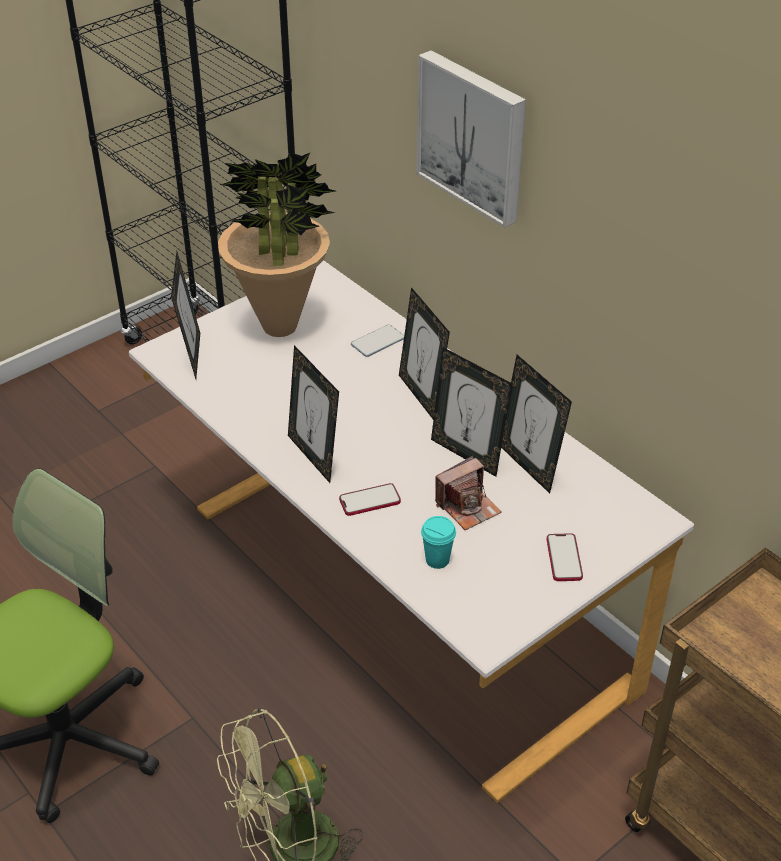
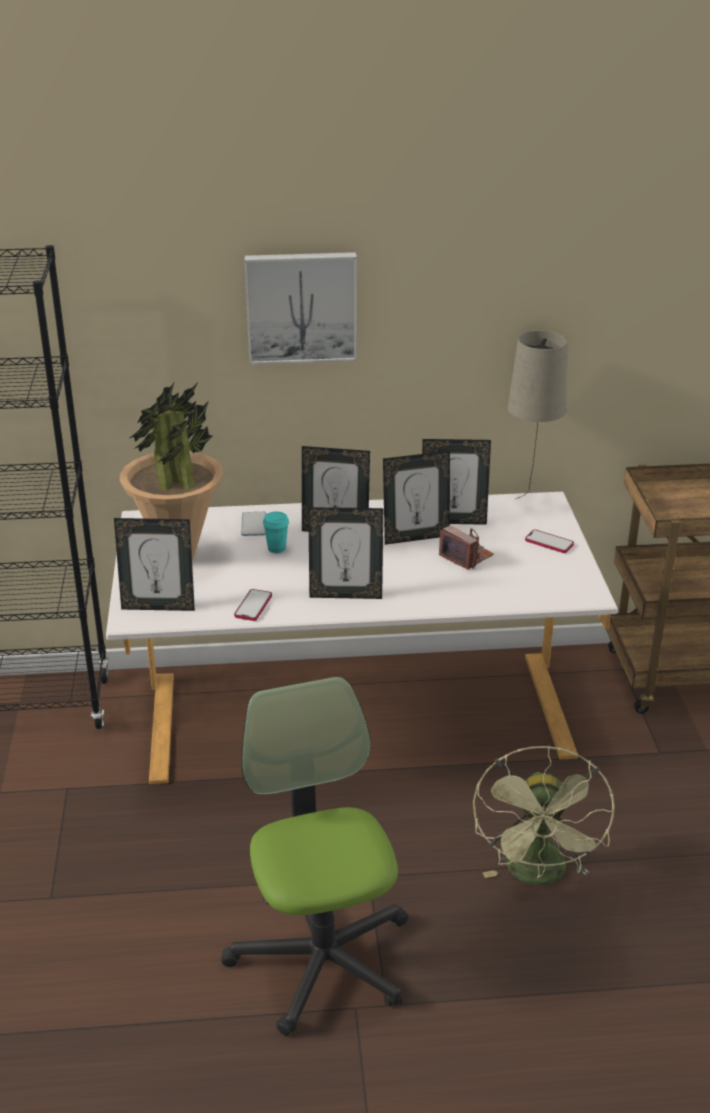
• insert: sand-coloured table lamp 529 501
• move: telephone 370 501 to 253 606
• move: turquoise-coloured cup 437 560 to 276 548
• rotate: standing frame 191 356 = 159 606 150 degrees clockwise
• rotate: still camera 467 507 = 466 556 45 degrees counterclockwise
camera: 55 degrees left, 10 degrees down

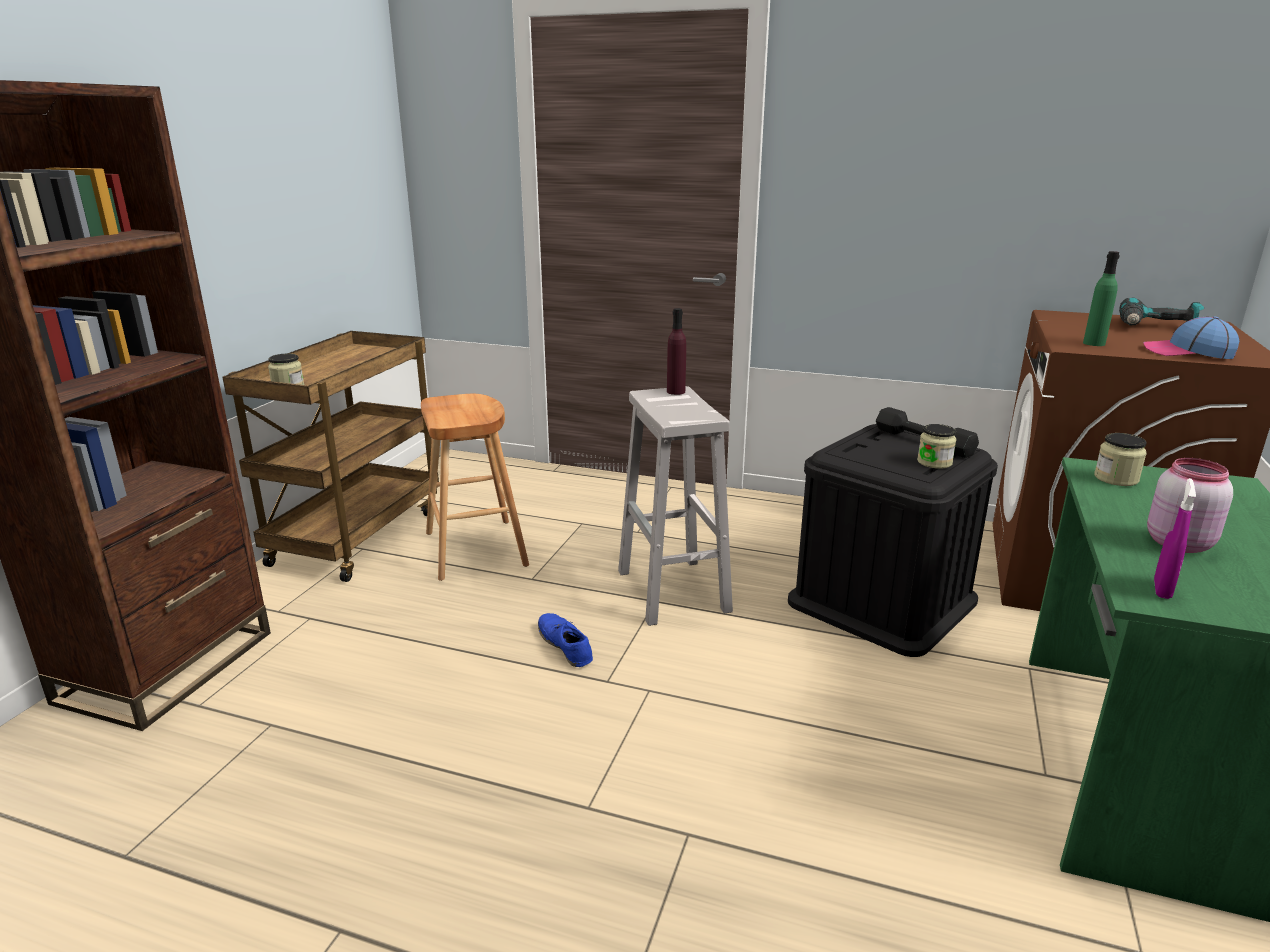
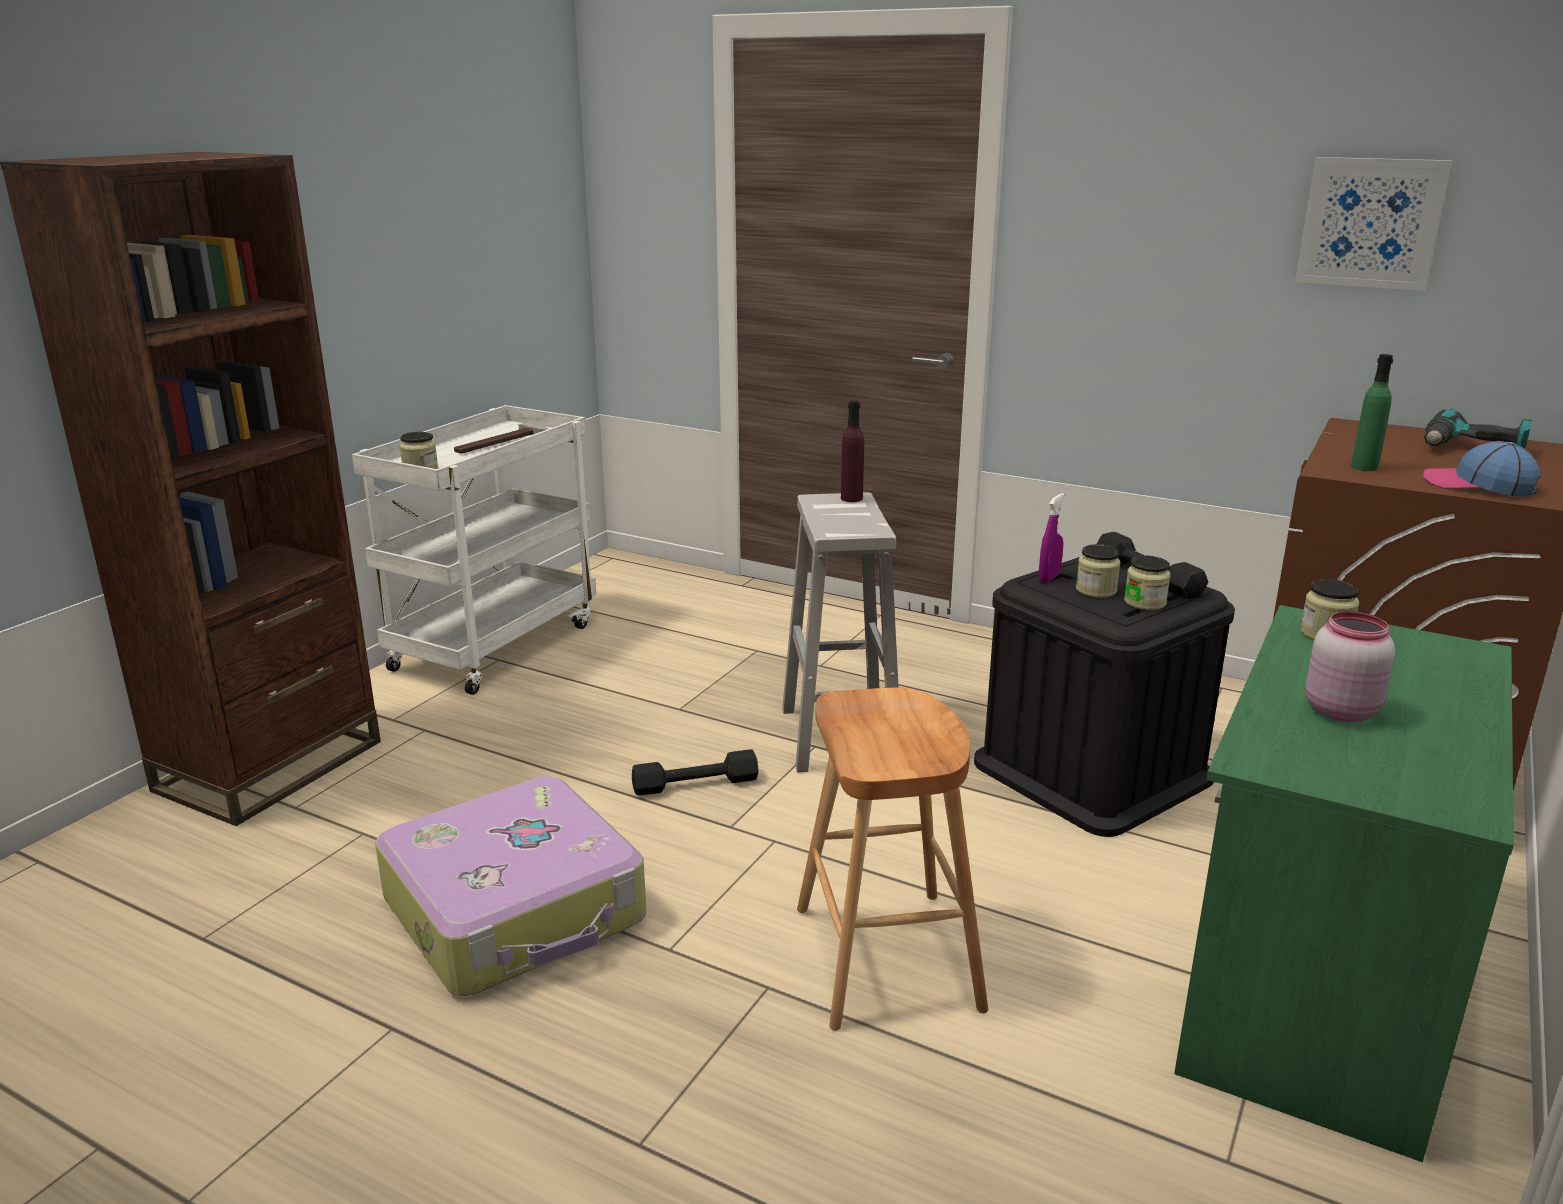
• insert: suitcase 517 910
• insert: tool hammer 502 444
• insert: preserve jar 1096 590
• insert: wall art 1370 223
• move: brown-coloured stool seat 475 549 to 886 957
• move: purple-coloured hand sprayer 1162 589 to 1049 578
• replace: blue-coloured item of footwear 565 645 to blackish dumbbell 695 784
• recolor: brown-coloured cart 356 536 to white-coloured cart 495 645
camera: 10 degrees right, 0 degrees up

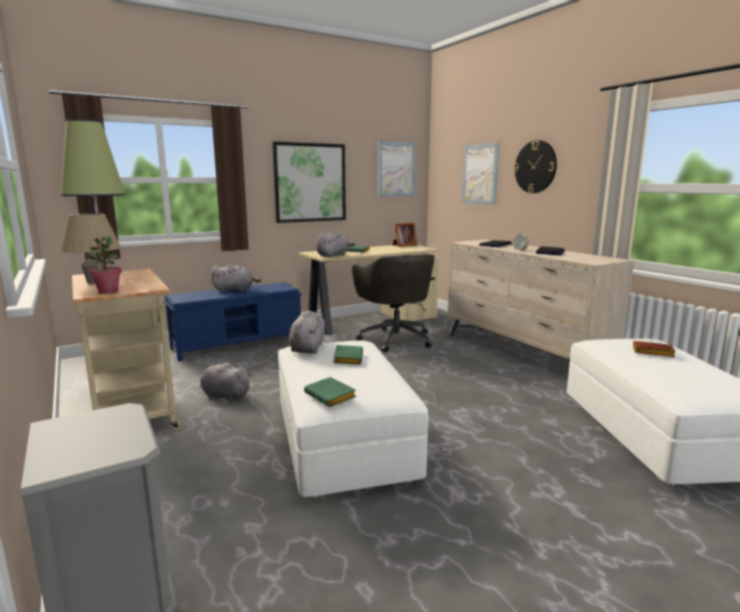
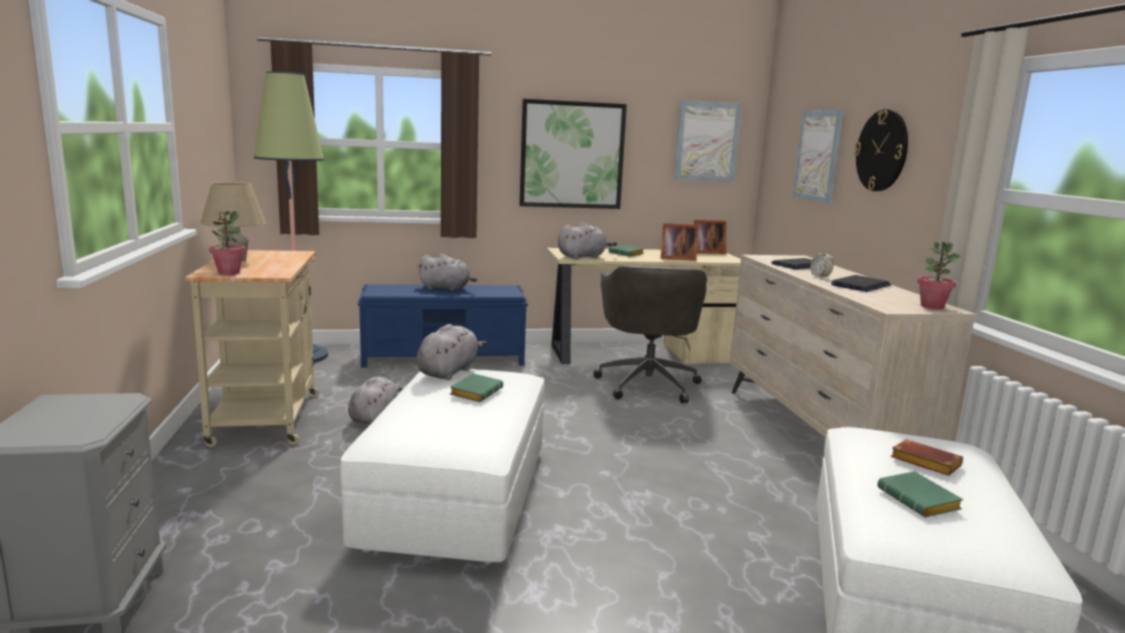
• insert: standing frame 676 258
• insert: potted plant 932 306
• move: greenish volume 332 396 to 921 501
• rotate: gray soft toy 224 396 = 374 417 60 degrees clockwise
camera: 20 degrees right, 0 degrees up

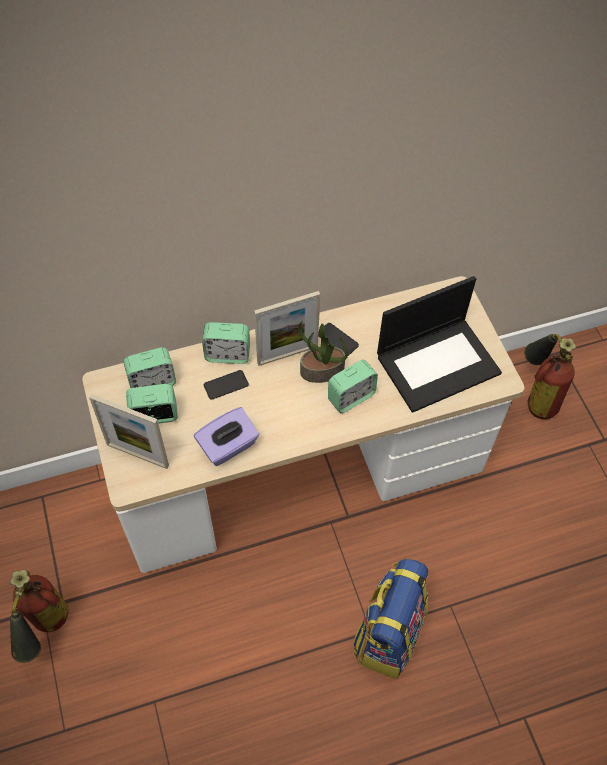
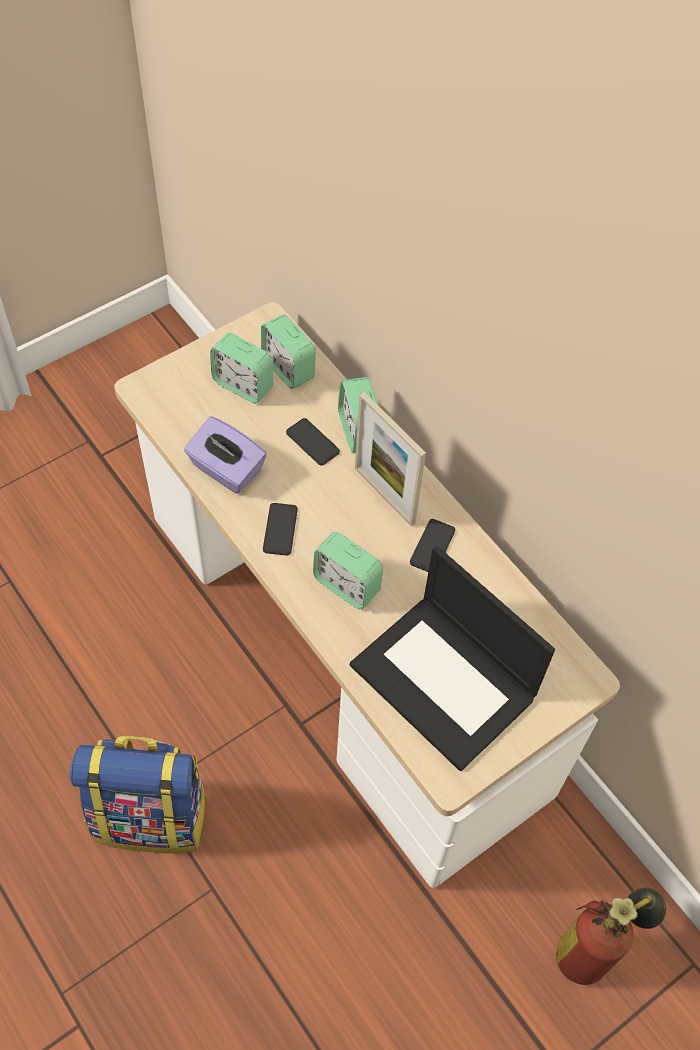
• delete: extinguisher 47 631
• delete: standing frame 137 455
• delete: potted plant 321 371
• insert: telephone 280 529
• rotate: alarm clock 155 416 = 243 385 150 degrees clockwise
camera: 70 degrees right, 0 degrees up

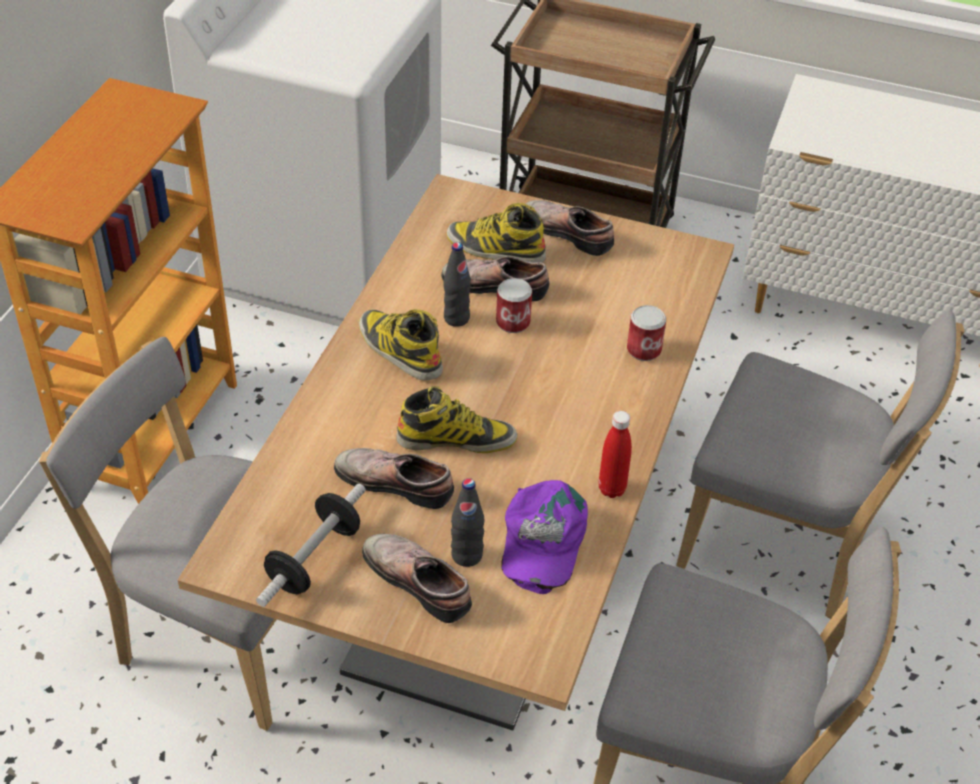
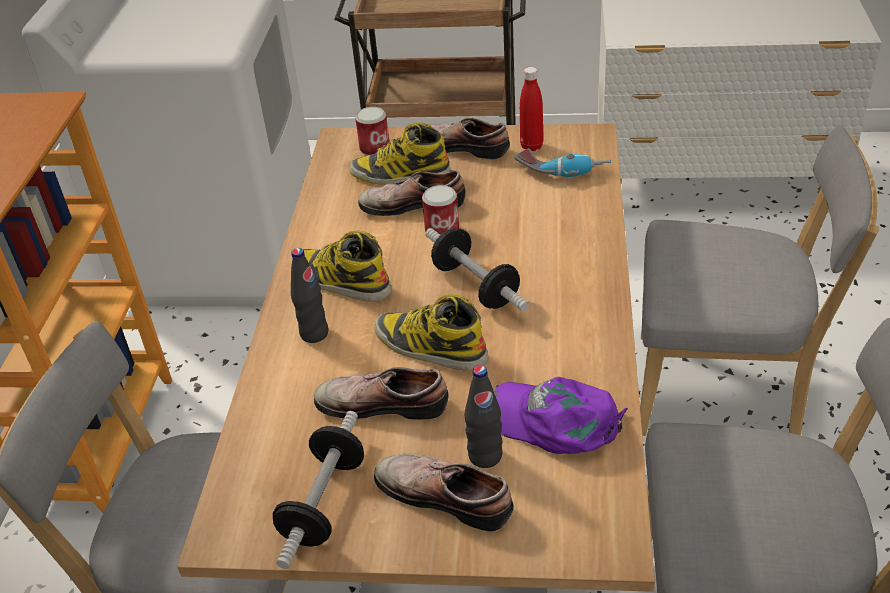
• insert: dumbbell 475 286
• insert: electric drill 562 170
• move: blackish beverage bottle 456 318 to 314 333
• move: red beverage bottle 611 489 to 531 146
• move: metal can 644 350 to 375 149
• rotate: boot 456 439 = 429 347 135 degrees counterclockwise
• rotate: purple-coloured cap 541 540 = 556 421 120 degrees clockwise
camera: 10 degrees left, 5 degrees down

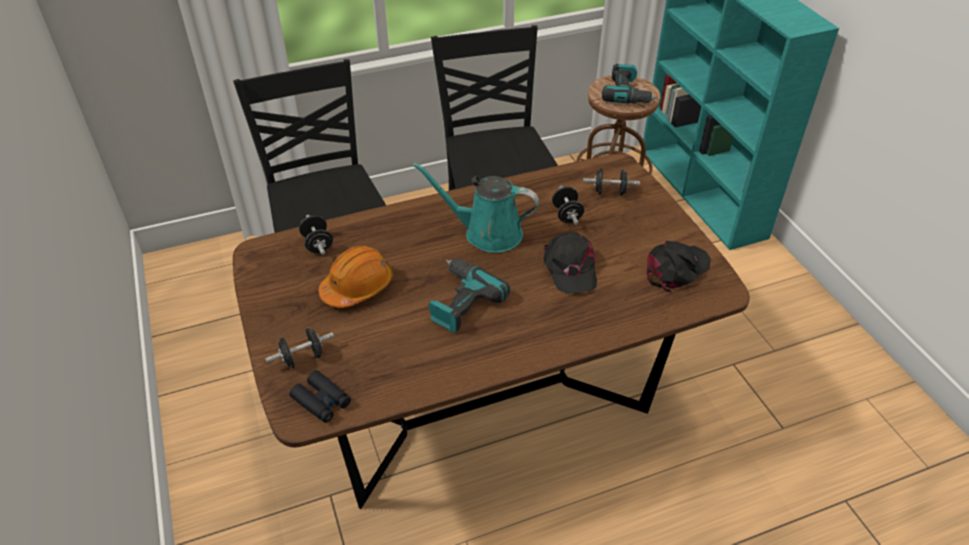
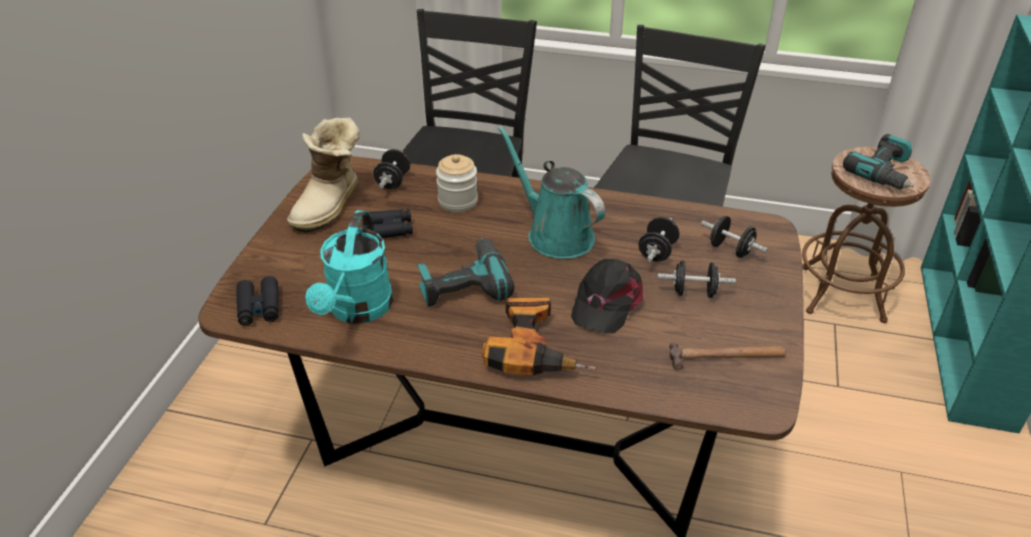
• insert: boot 330 205
• insert: turquoise-coloured watering pot 357 311
• insert: preserve jar 458 201
• insert: electric drill 536 347
• move: blackish dumbbell 302 358 to 694 292
• replace: orange-coloured hard hat 357 287 to blackish field glasses 388 230
• replace: blackish cap 676 269 to tool hammer 726 357
camera: 35 degrees right, 5 degrees down

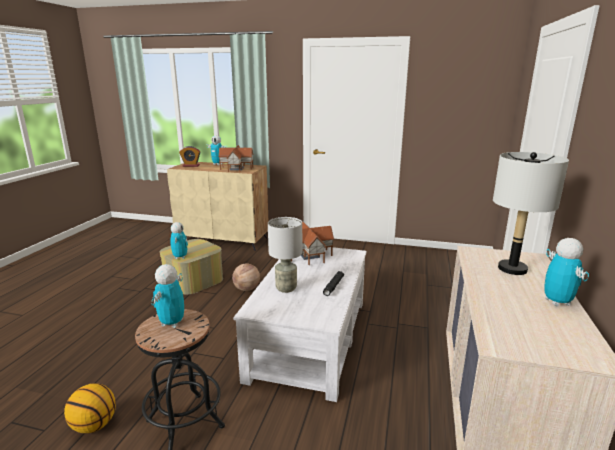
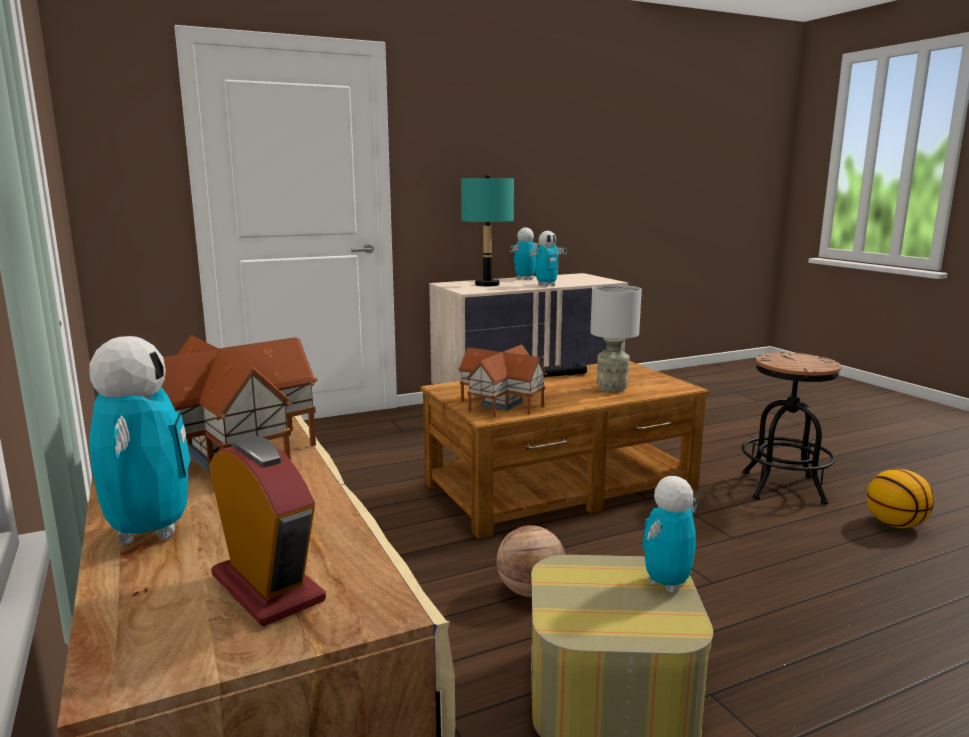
• move: robot figure 172 323 to 546 285
• recolor: white-coloured lounge table 309 338 to brown-coloured lounge table 562 486
• recolor: gray table lamp 512 269 to turquoise-coloured table lamp 487 284
camera: 130 degrees left, 5 degrees down

